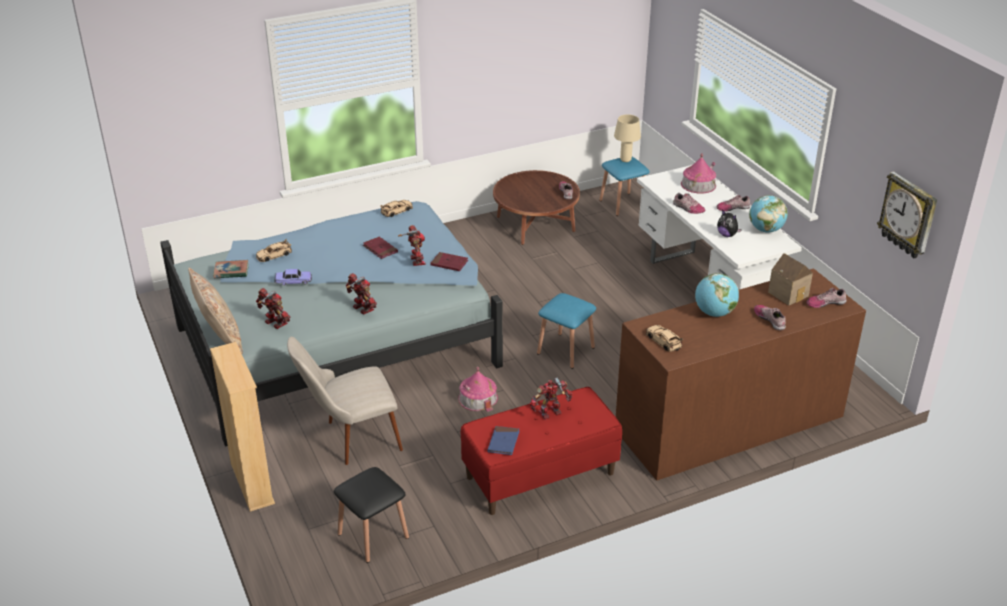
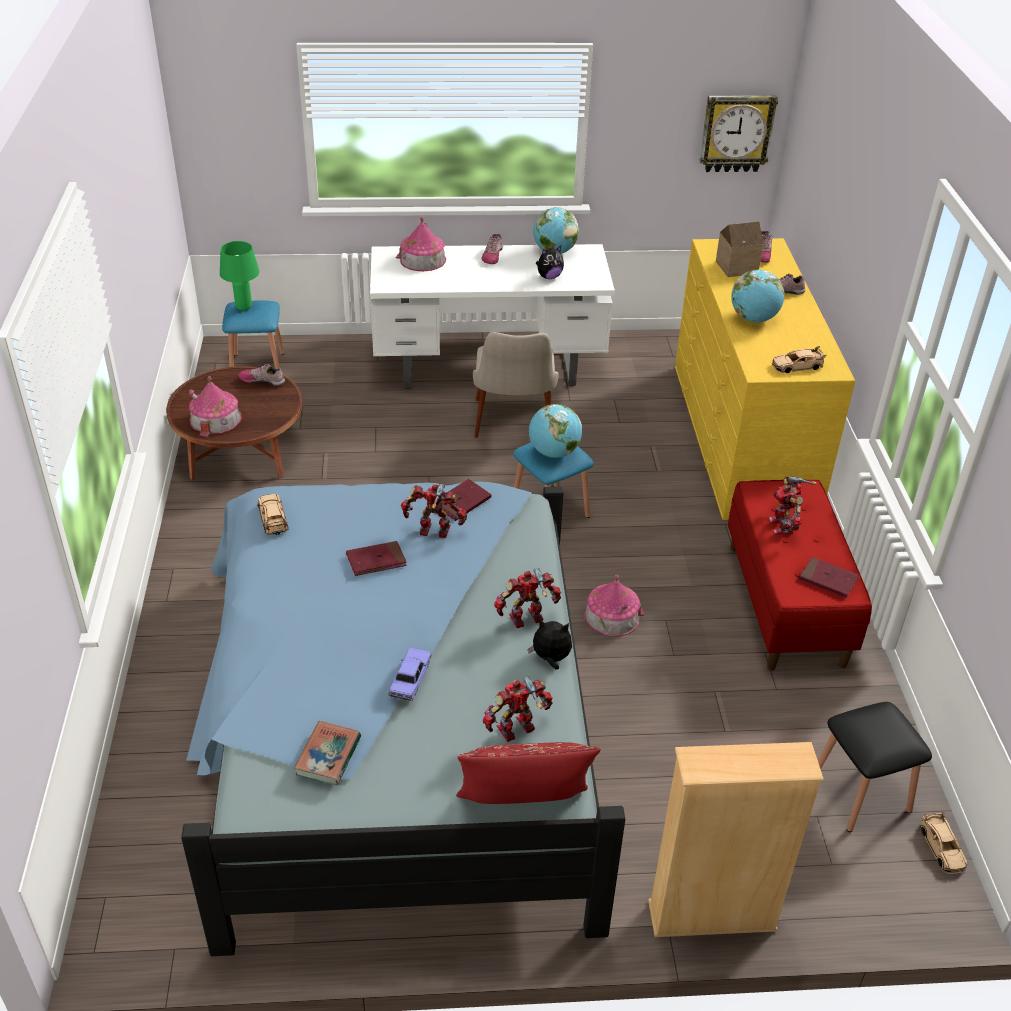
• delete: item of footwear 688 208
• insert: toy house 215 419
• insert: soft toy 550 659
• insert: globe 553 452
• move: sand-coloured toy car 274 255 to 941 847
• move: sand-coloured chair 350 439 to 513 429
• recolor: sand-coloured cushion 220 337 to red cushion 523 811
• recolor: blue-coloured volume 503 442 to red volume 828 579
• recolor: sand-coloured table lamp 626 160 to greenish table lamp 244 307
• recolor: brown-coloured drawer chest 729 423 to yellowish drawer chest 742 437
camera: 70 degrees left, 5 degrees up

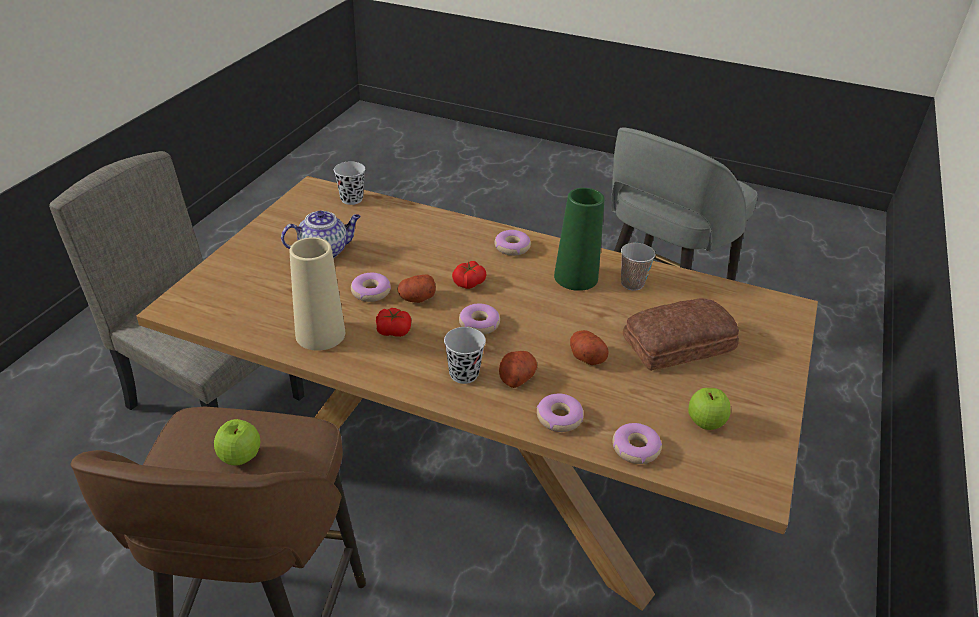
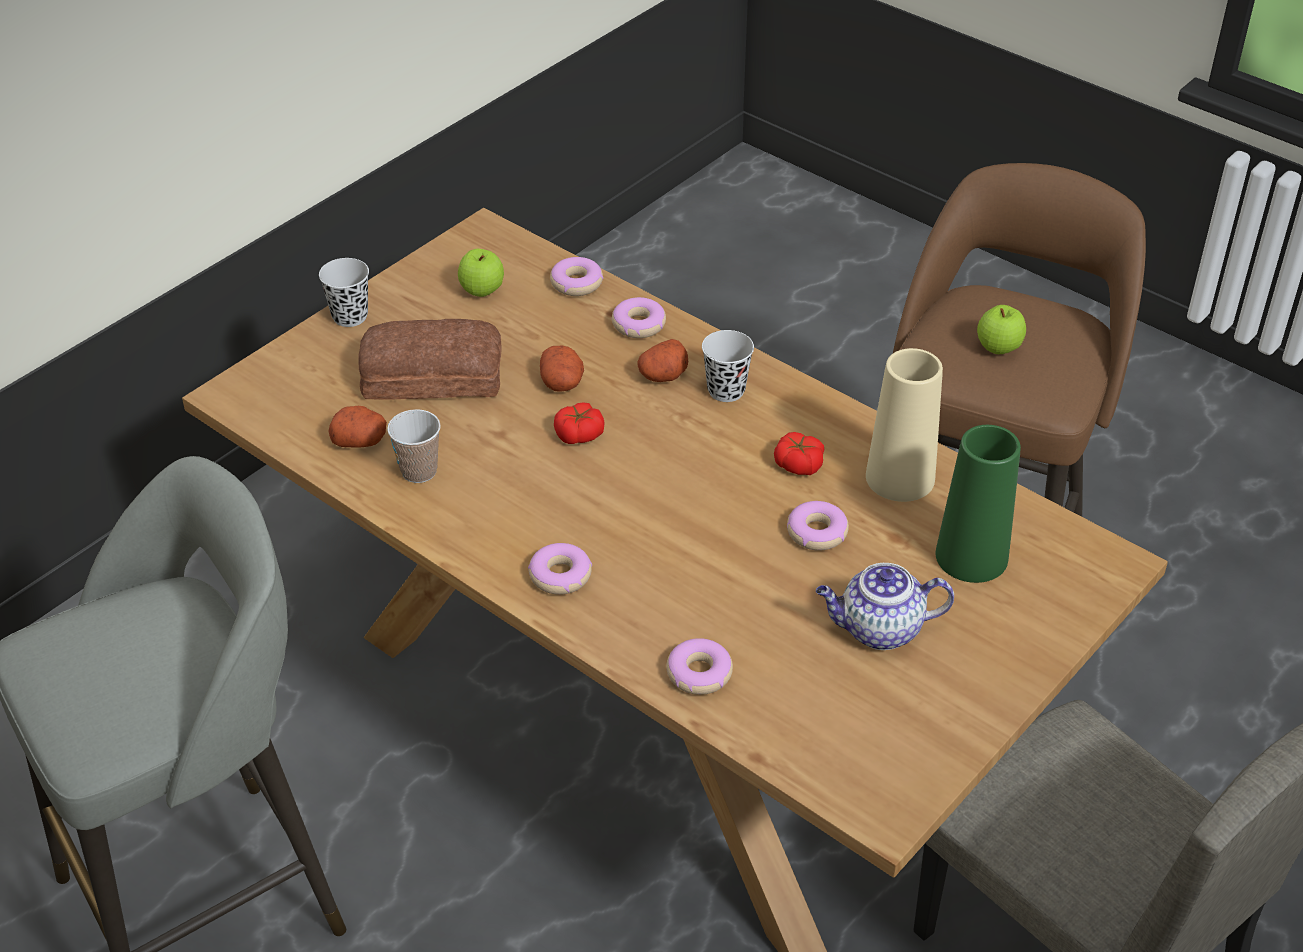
• move: blackish cup 351 199 to 350 316
• move: potato 416 298 to 360 440
• move: tomato 468 282 to 579 434
• move: donut 479 324 to 699 673
• move: greenish flower vase 576 277 to 971 556
camera: 160 degrees left, 5 degrees up

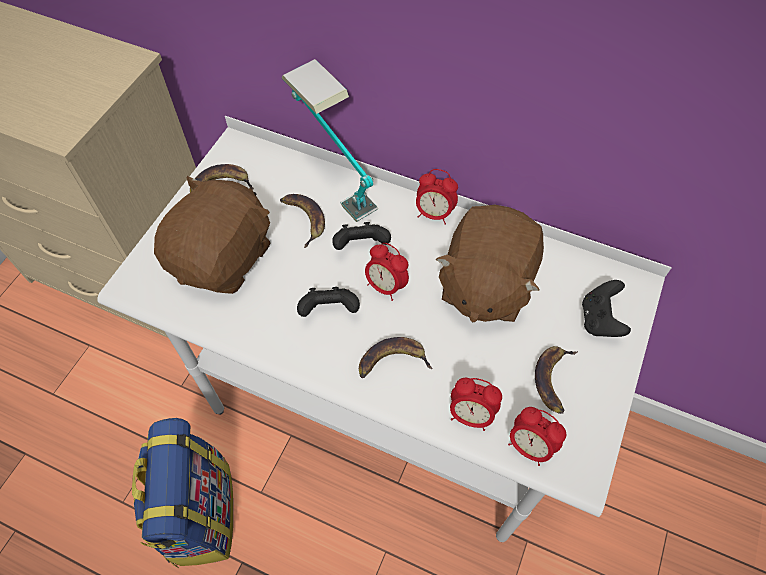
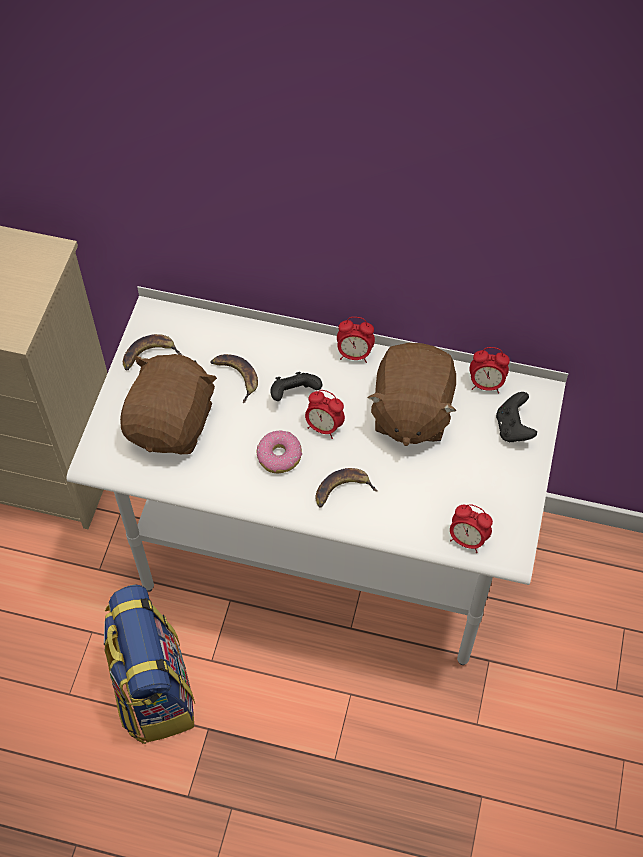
• delete: table lamp 334 181
• delete: banana 553 380
• move: alarm clock 470 415 to 486 384
• replace: blackish gamepad 329 311 to donut 279 456
camera: 10 degrees left, 0 degrees up

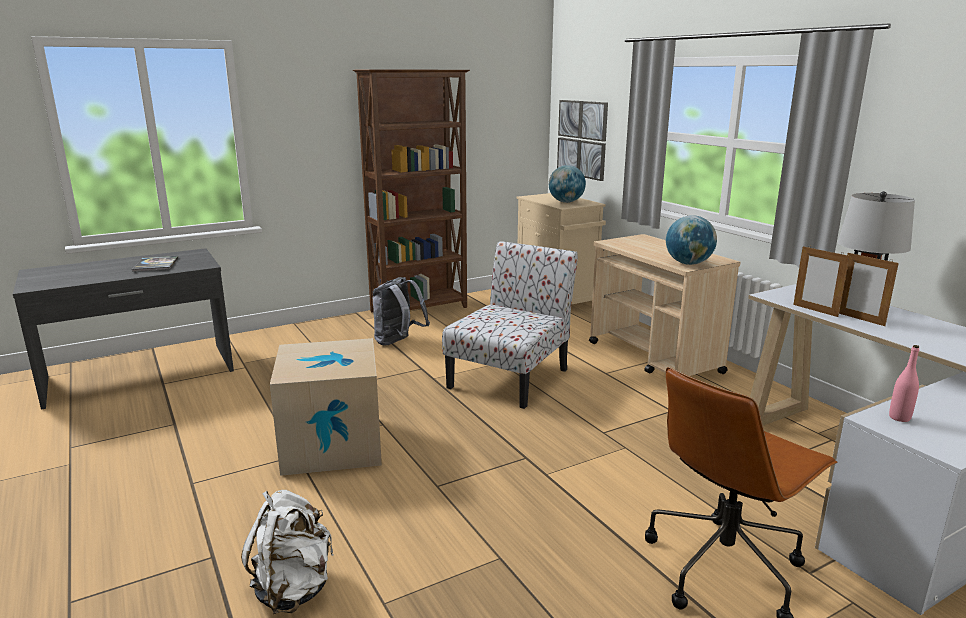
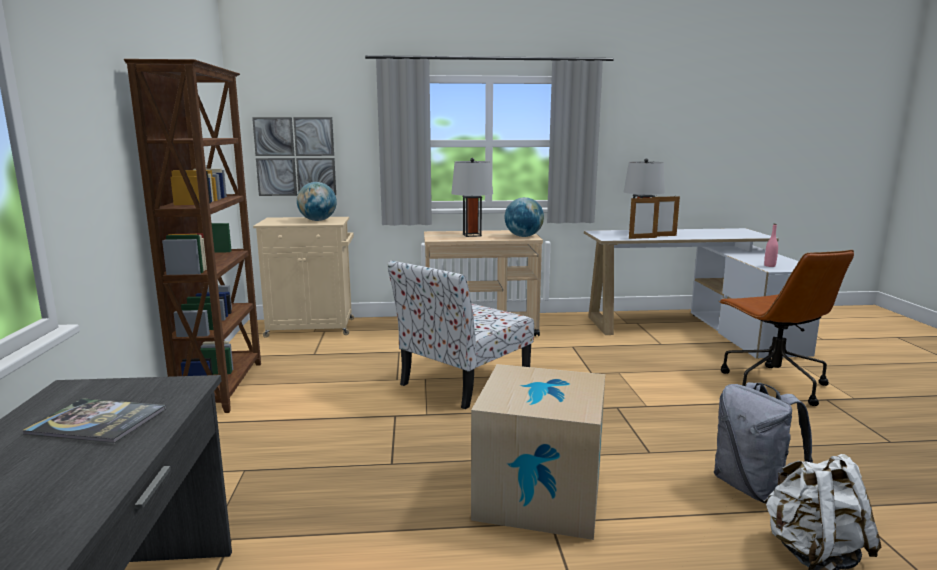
• insert: gray table lamp 472 235
• move: gray rucksack 398 342 to 753 488
• rotate: chair 510 377 = 463 381 105 degrees counterclockwise
camera: 65 degrees left, 5 degrees down

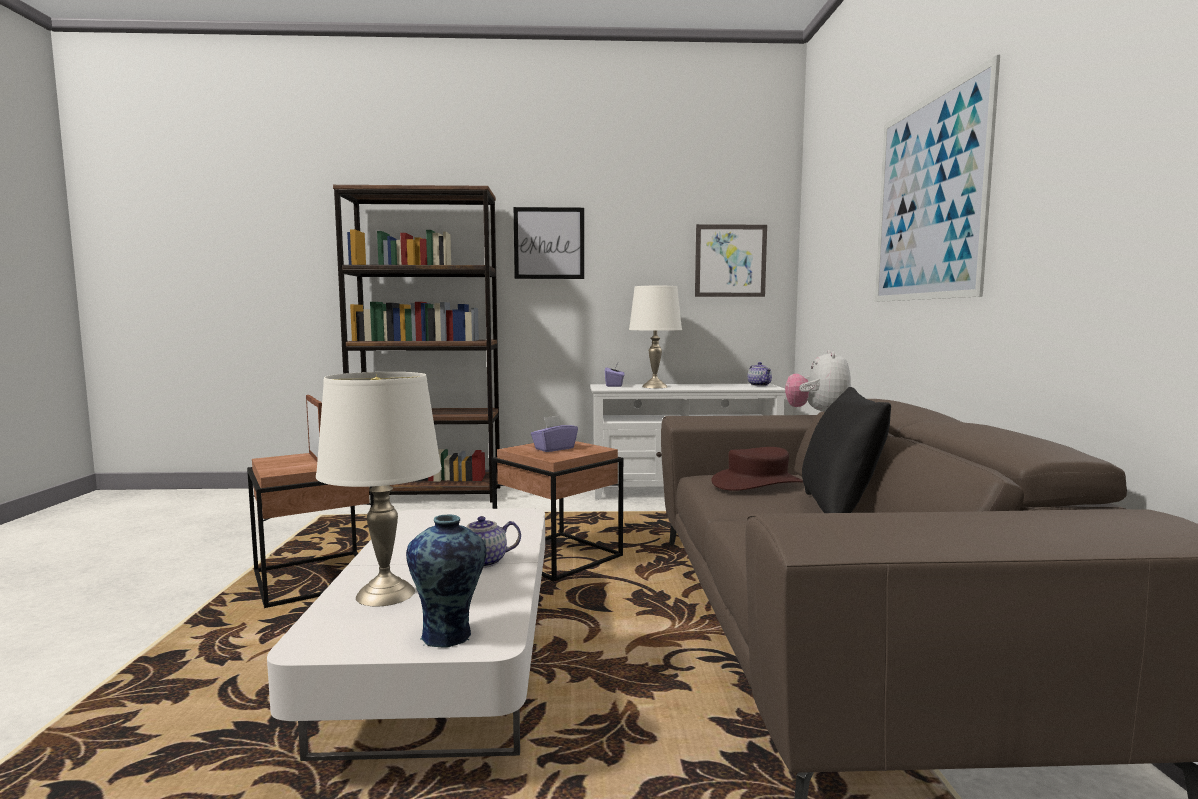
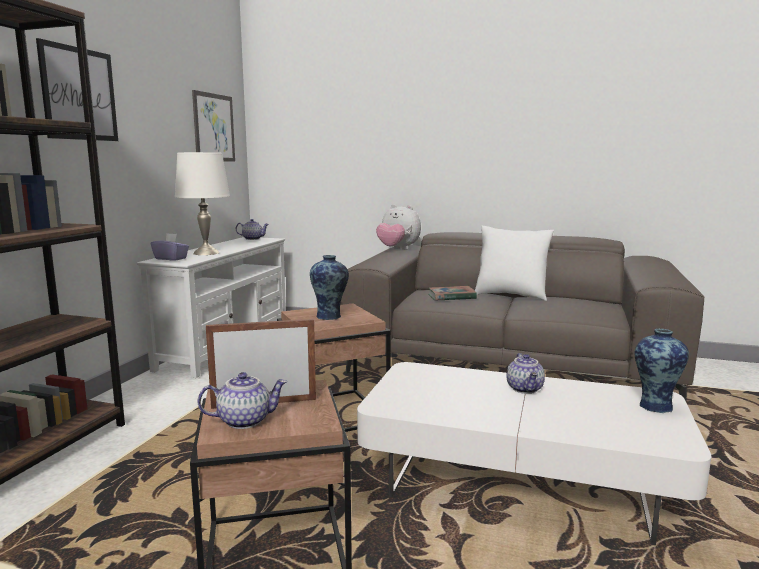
• delete: white-coloured table lamp 384 594
• delete: wall art 928 199
• insert: tea pot 245 420
• replace: purple-coloured tissue holder 554 448 to flower vase 330 316
• replace: brown-coloured wearable hat 757 483 to volume 451 297
• recolor: blackish cushion 840 510 to white-coloured cushion 511 295
camera: 70 degrees left, 5 degrees up

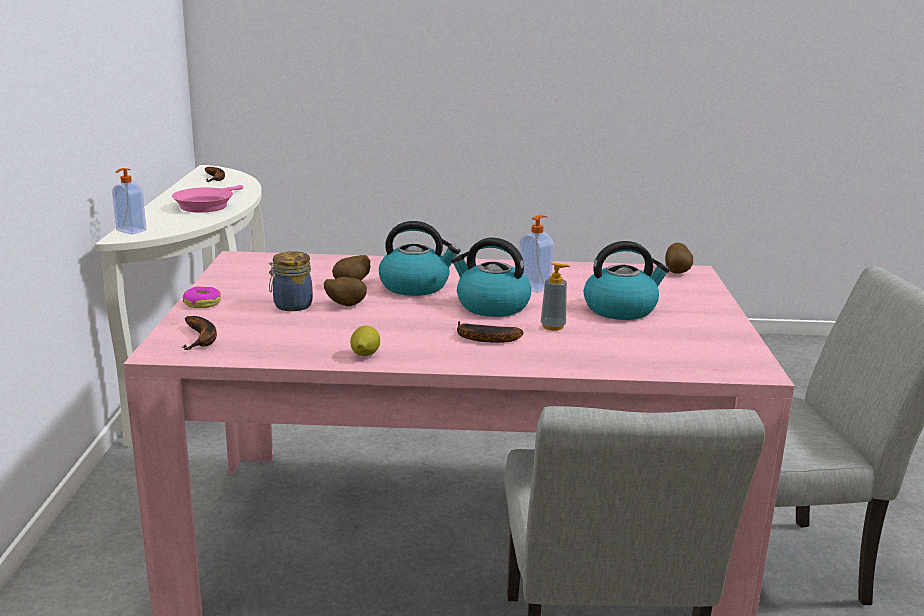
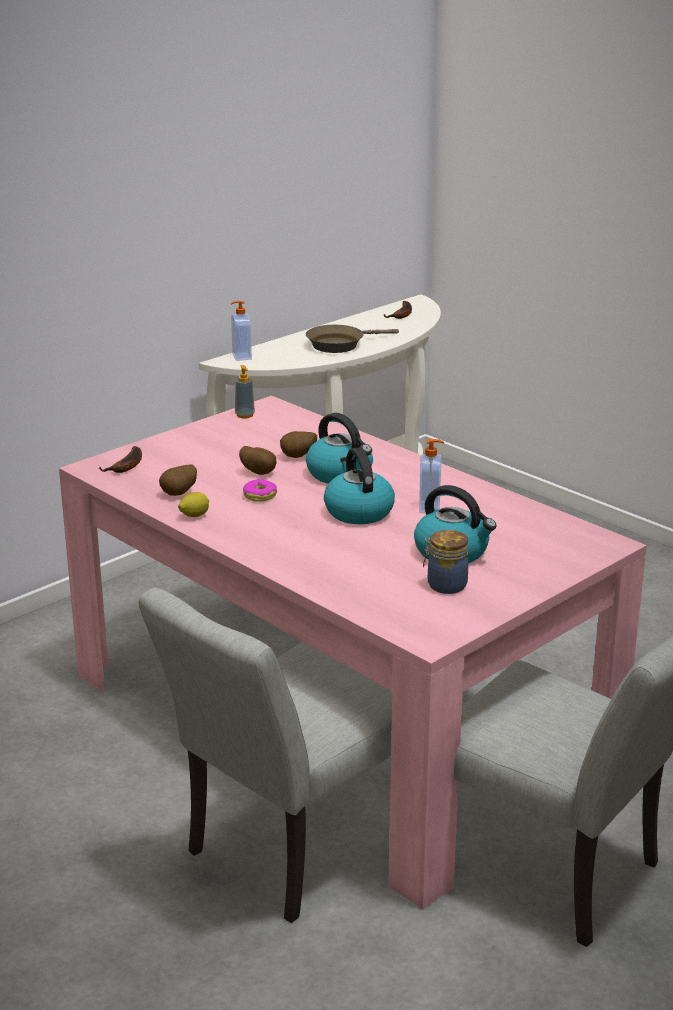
• delete: banana 482 339
• move: donut 202 303 to 260 495
• move: preserve jar 291 306 to 445 585
• move: liquid soap bottle 553 326 to 244 415
• move: potato 677 272 to 180 494
• recolor: pink skillet 206 205 to brown-coloured skillet 339 344
camera: 45 degrees right, 5 degrees up

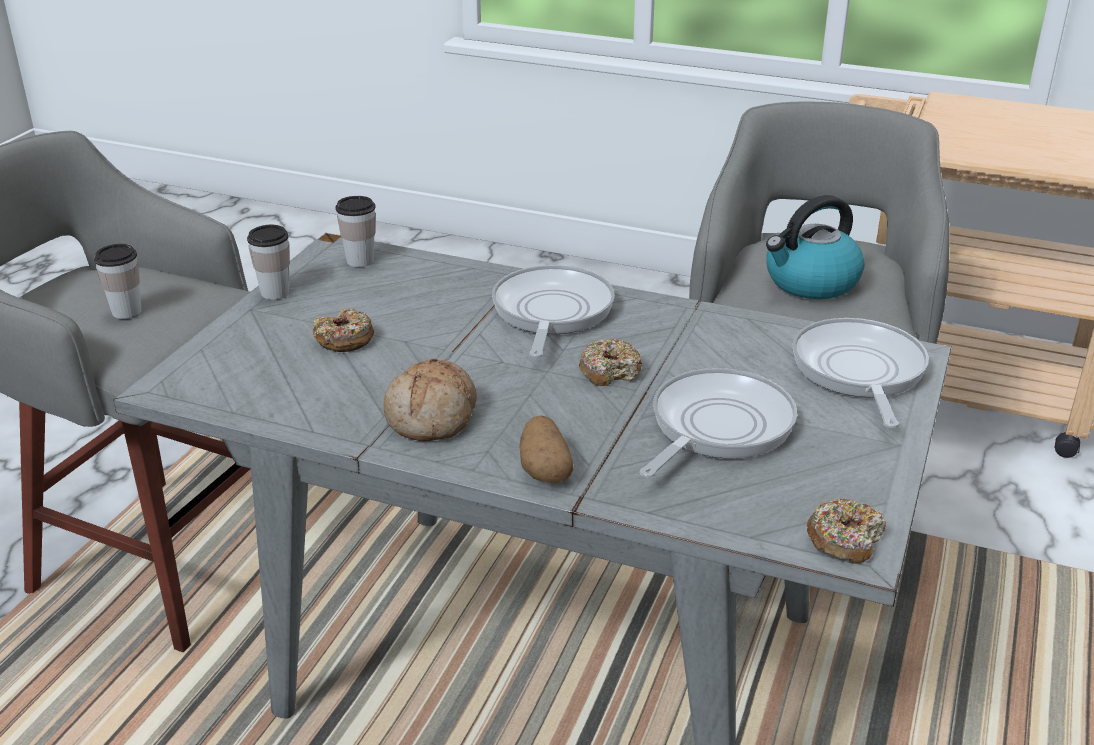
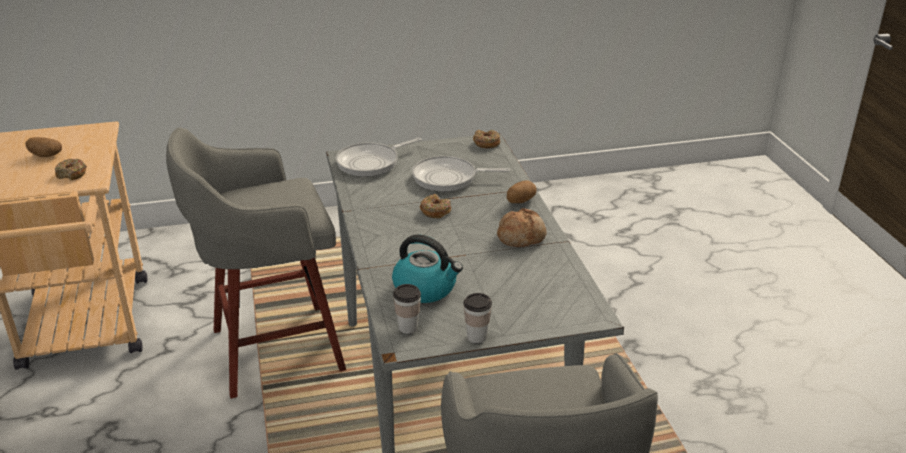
• delete: cup 127 311
• delete: skillet 551 312
• insert: potato 45 155
• move: donut 344 339 to 72 174
• move: tea kettle 810 282 to 426 288
camera: 125 degrees left, 0 degrees up

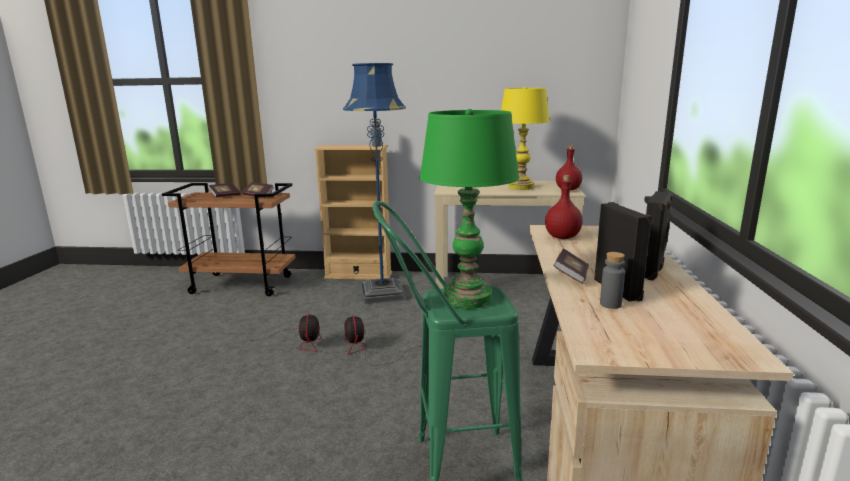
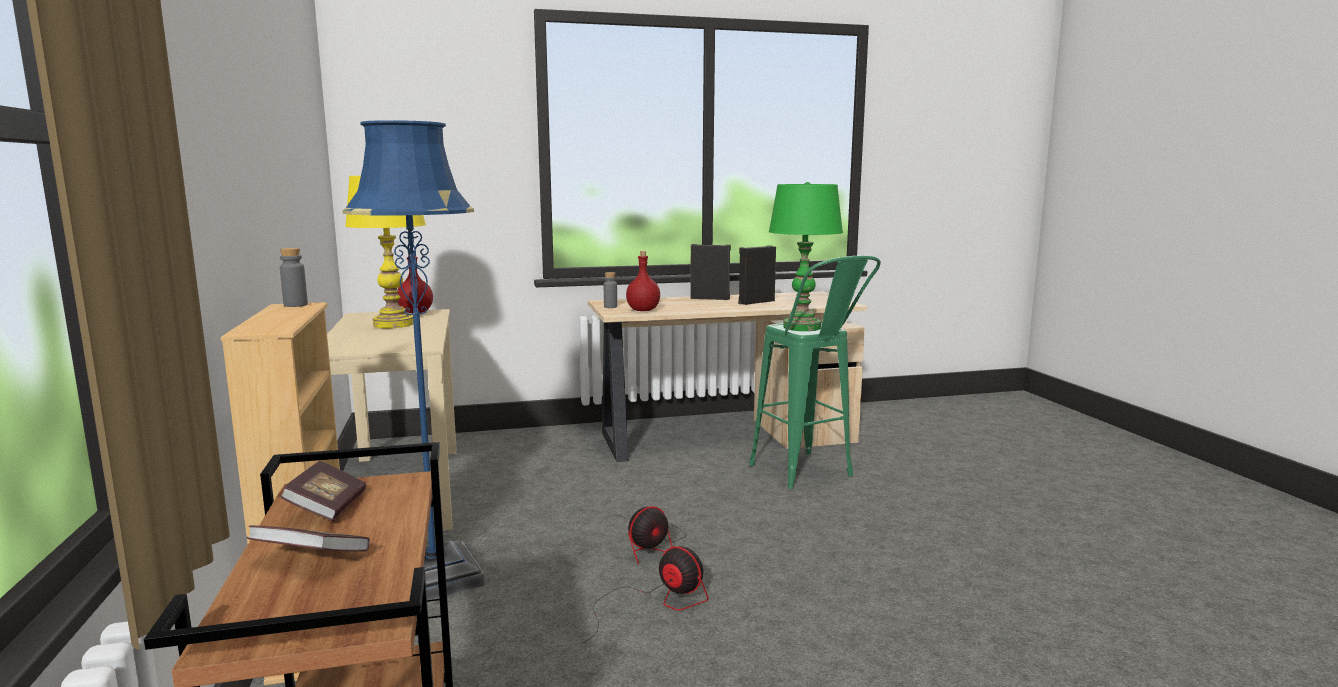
• delete: volume 571 276
• move: gray beverage bottle 610 304 to 610 307
• rotate: electric fan 301 341 = 655 603 60 degrees clockwise
camera: 110 degrees left, 5 degrees down

